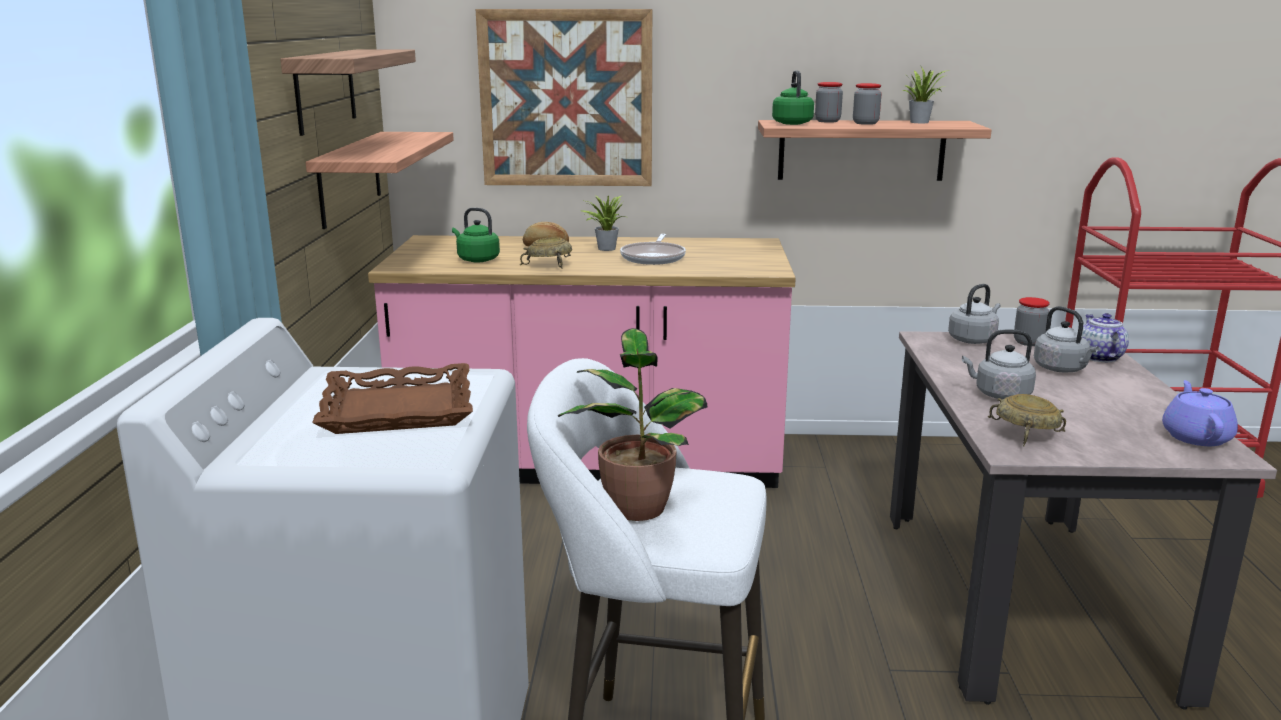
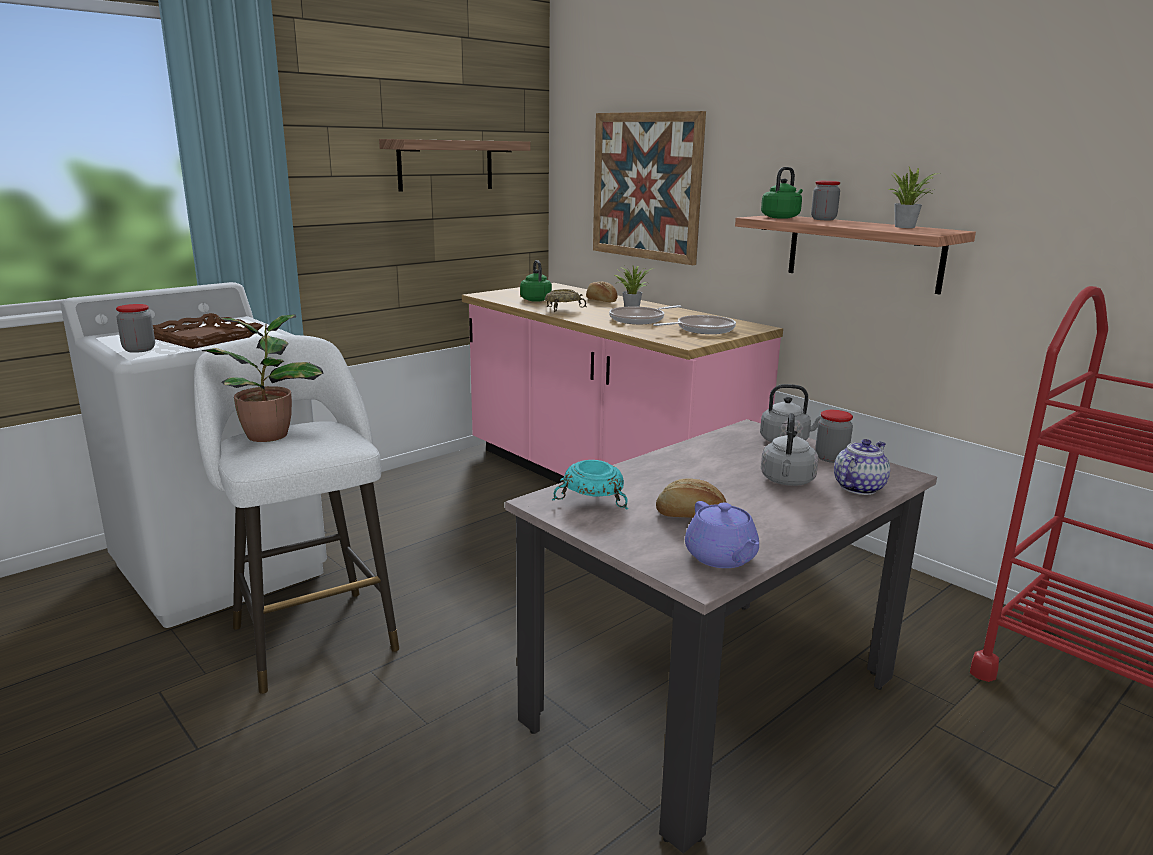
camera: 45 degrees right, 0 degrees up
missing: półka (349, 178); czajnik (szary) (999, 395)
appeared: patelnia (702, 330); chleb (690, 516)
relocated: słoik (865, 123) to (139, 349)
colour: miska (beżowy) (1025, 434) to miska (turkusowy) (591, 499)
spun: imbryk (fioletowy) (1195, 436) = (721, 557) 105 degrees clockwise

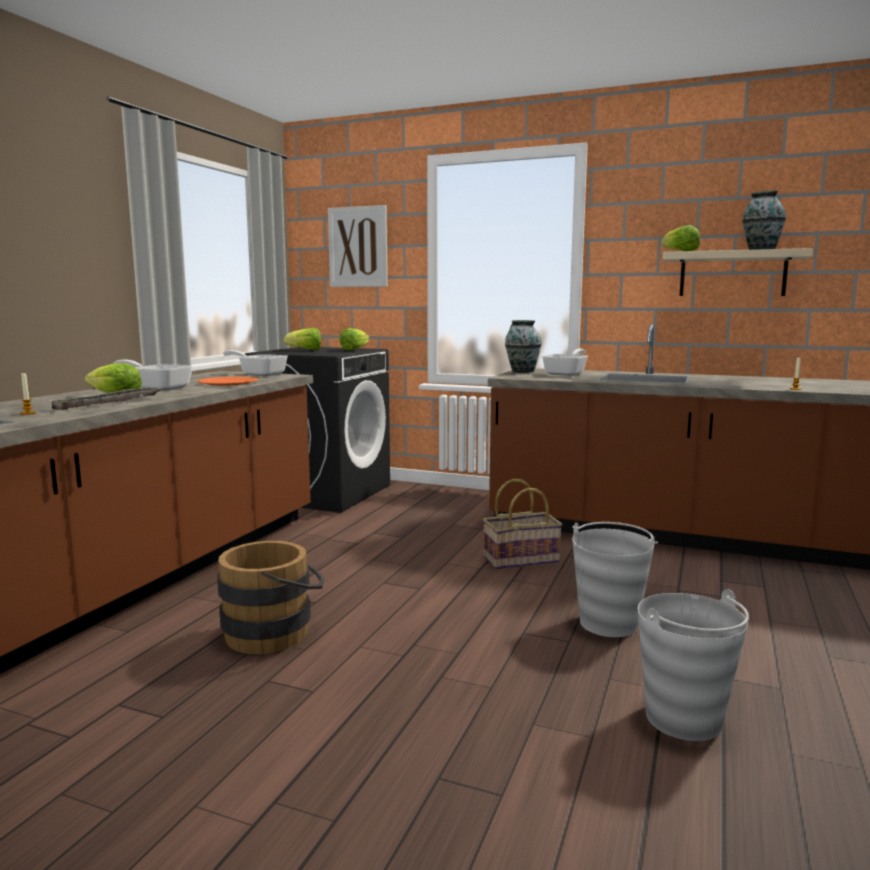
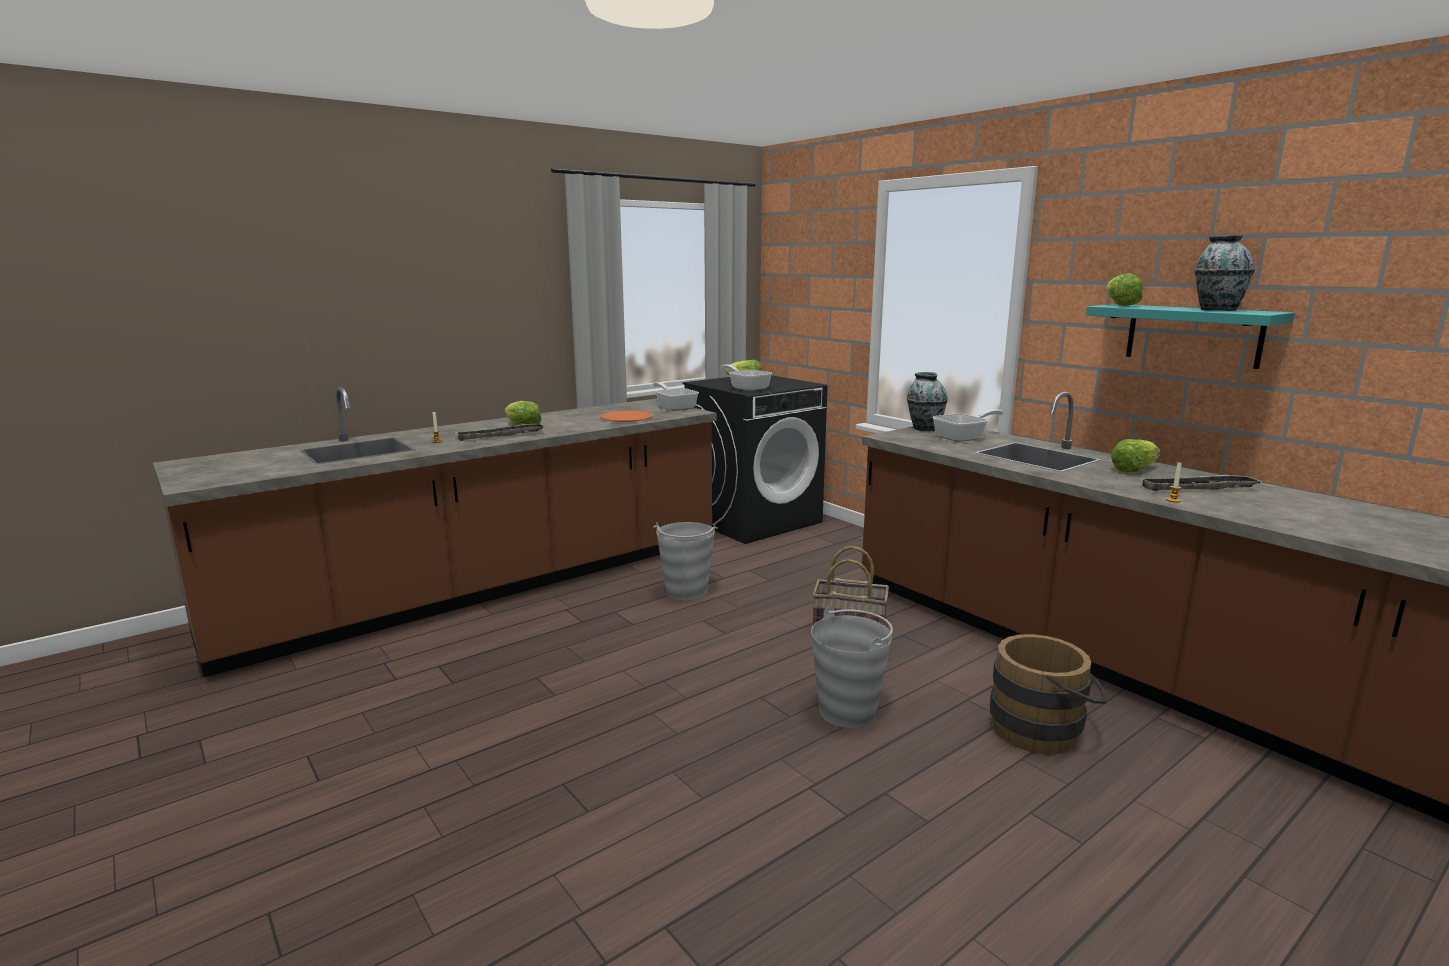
camera: 30 degrees right, 5 degrees up
missing: obraz (358, 247)
appeared: taca (1198, 488)
relocated: sałata (354, 349) to (1133, 470); patelnia (158, 388) to (747, 388); wiadro (brązowy) (275, 632) to (1043, 730); wiadro (szary) (683, 719) to (686, 592)
colour: półka (beżowy) (732, 274) to półka (turkusowy) (1193, 335)

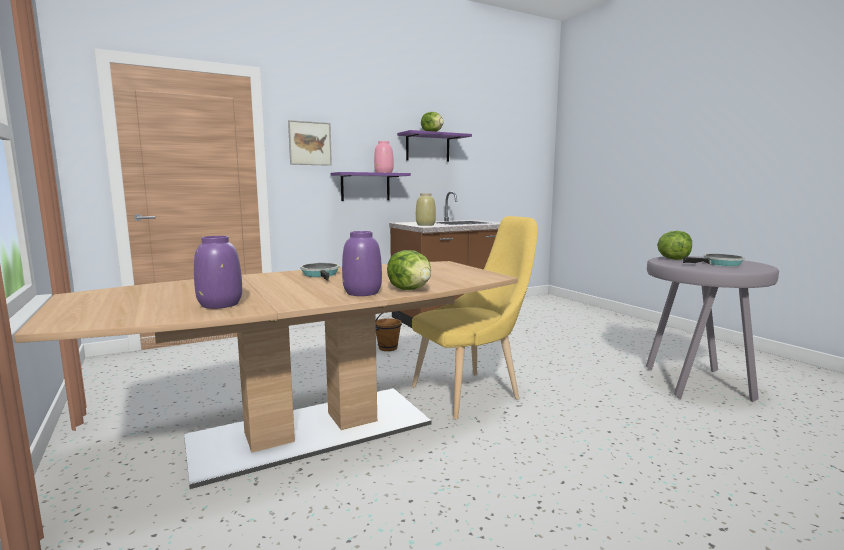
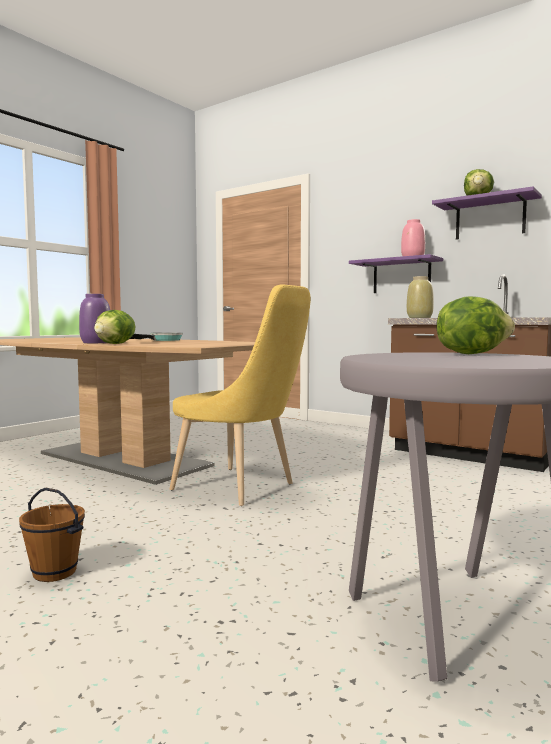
camera: 65 degrees right, 5 degrees down
missing: obraz (310, 143); wazon (fioletowy) (221, 304); patelnia (720, 264)
relocated: wiadro (brązowy) (388, 348) to (54, 573)

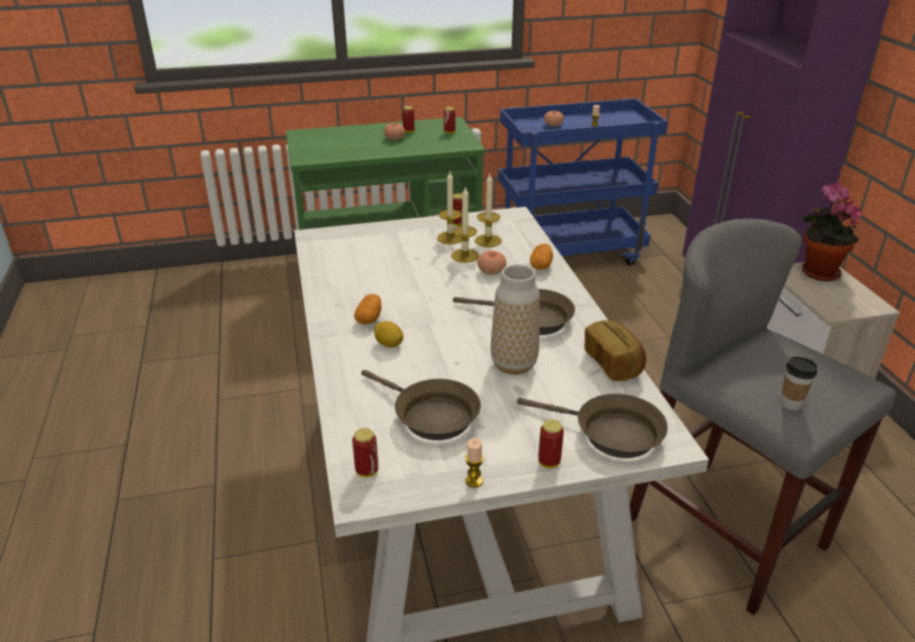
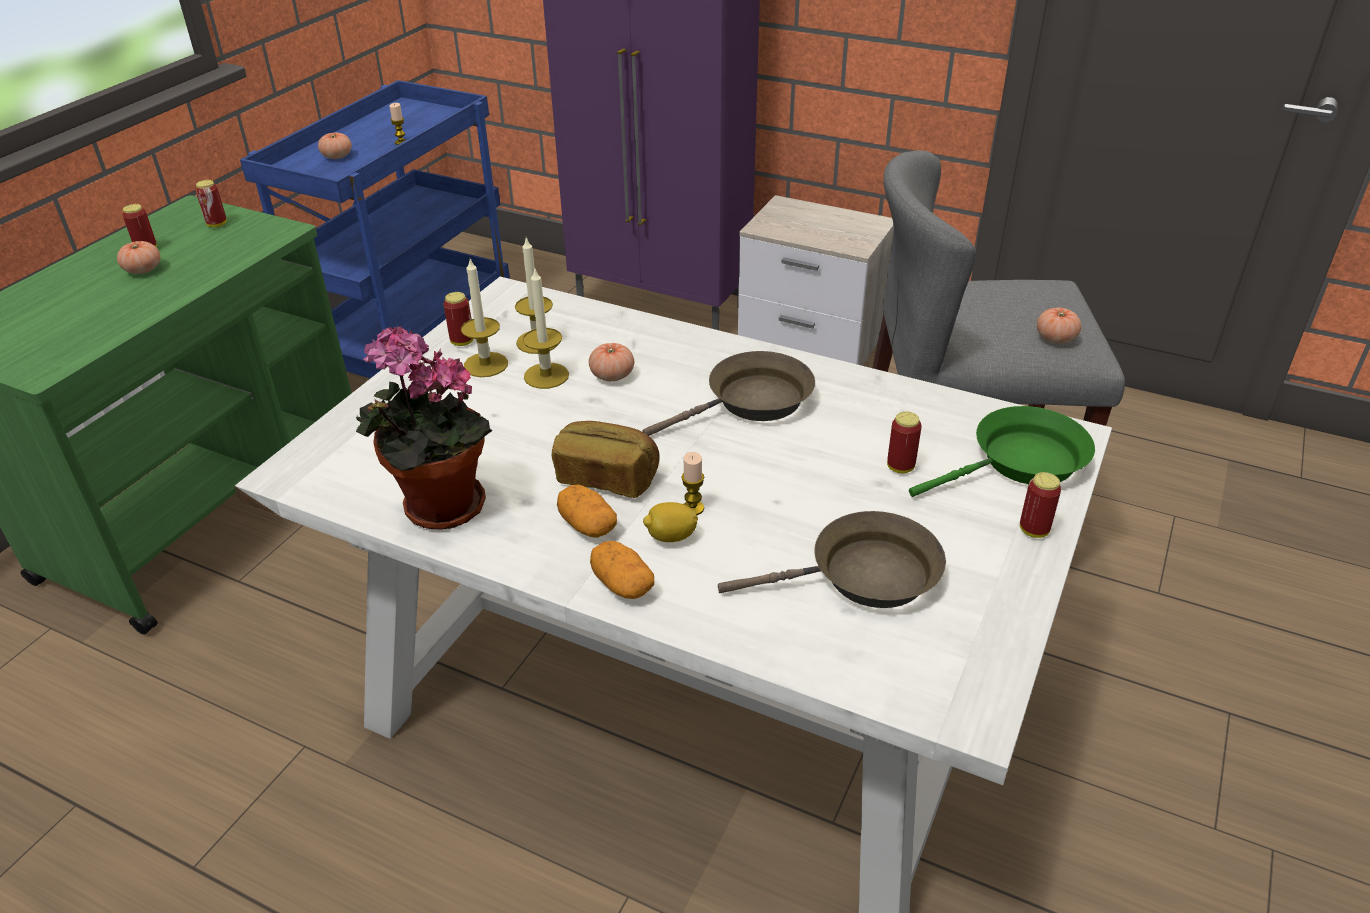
camera: 50 degrees left, 5 degrees up
missing: wazon (513, 365)
relocated: roślina doniczkowa (816, 272) to (437, 509); ziemniak (541, 265) to (622, 584); chleb (613, 364) to (607, 477); puszka (367, 471) to (900, 467); świeca (474, 481) to (693, 508)
exchanged: filiżanka (791, 403) to pomidor (1055, 338)
colour: patelnia (brązowy) (611, 433) to patelnia (zielony) (1021, 462)

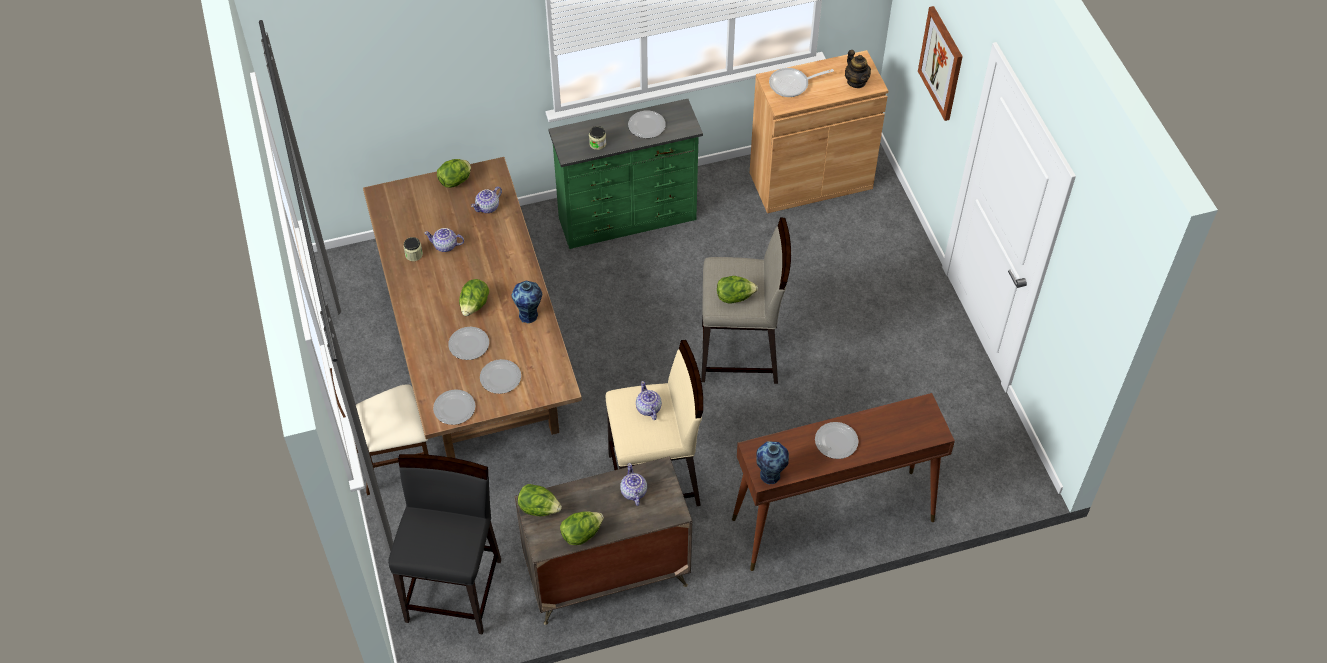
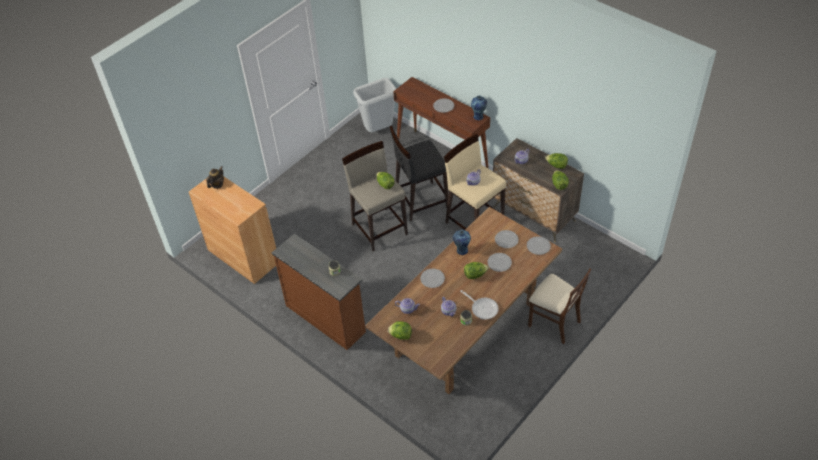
camera: 120 degrees left, 5 degrees down
missing: obraz (941, 63)
appeared: kosz na śmieci (szary) (378, 130)
relocated: patelnia (792, 84) to (482, 308); talerz (647, 125) to (432, 278); stołek (czarny) (455, 589) to (420, 201)
colour: komoda (zielony) (628, 220) to komoda (brązowy) (326, 317)

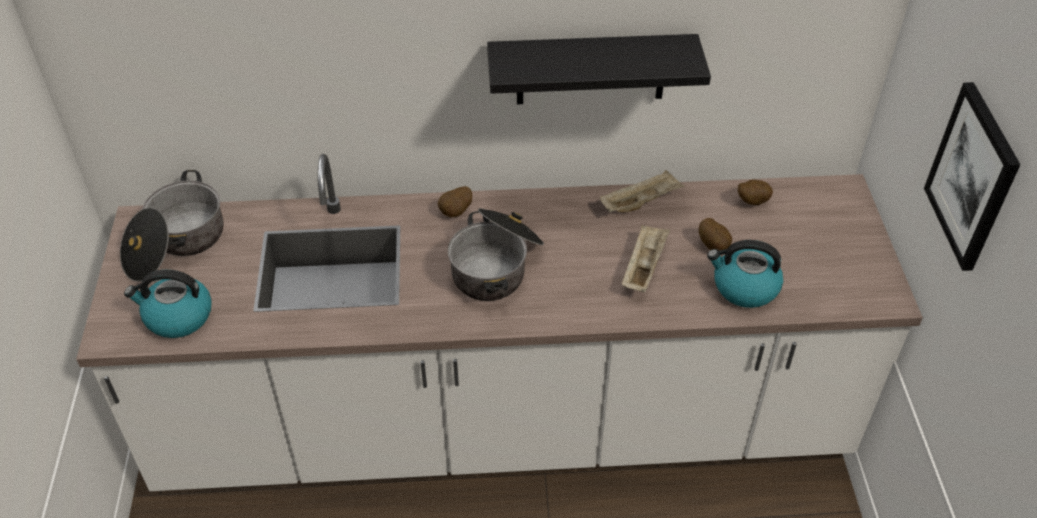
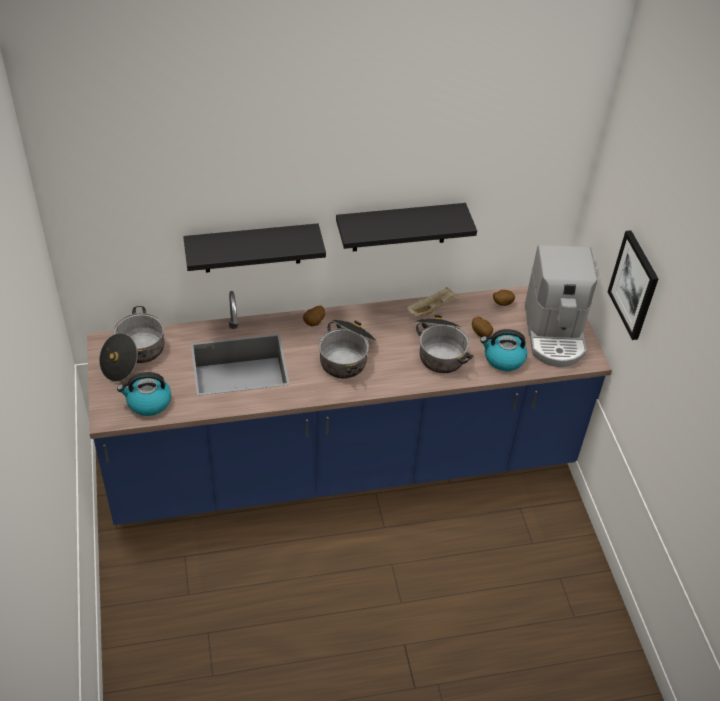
camera: 10 degrees left, 0 degrees up
appeared: półka (czarny) (252, 248); ekspres do kawy (554, 333)
exchanged: taca (beżowy) (643, 267) to garnek (439, 350)
colour: zabudowa kuchenna (biały) (518, 422) to zabudowa kuchenna (niebieski) (353, 461)

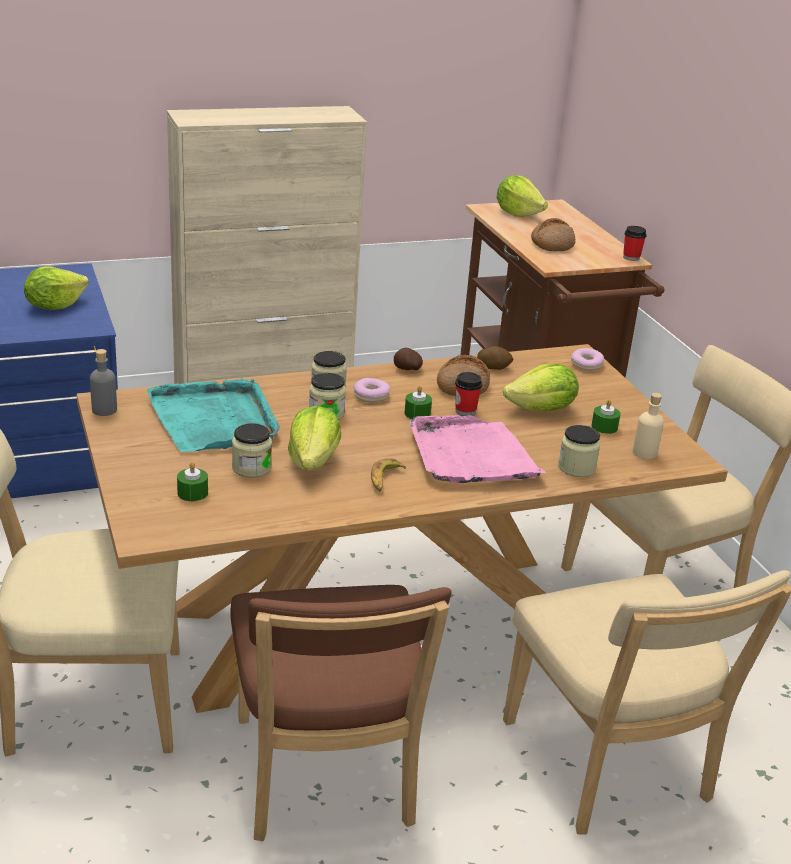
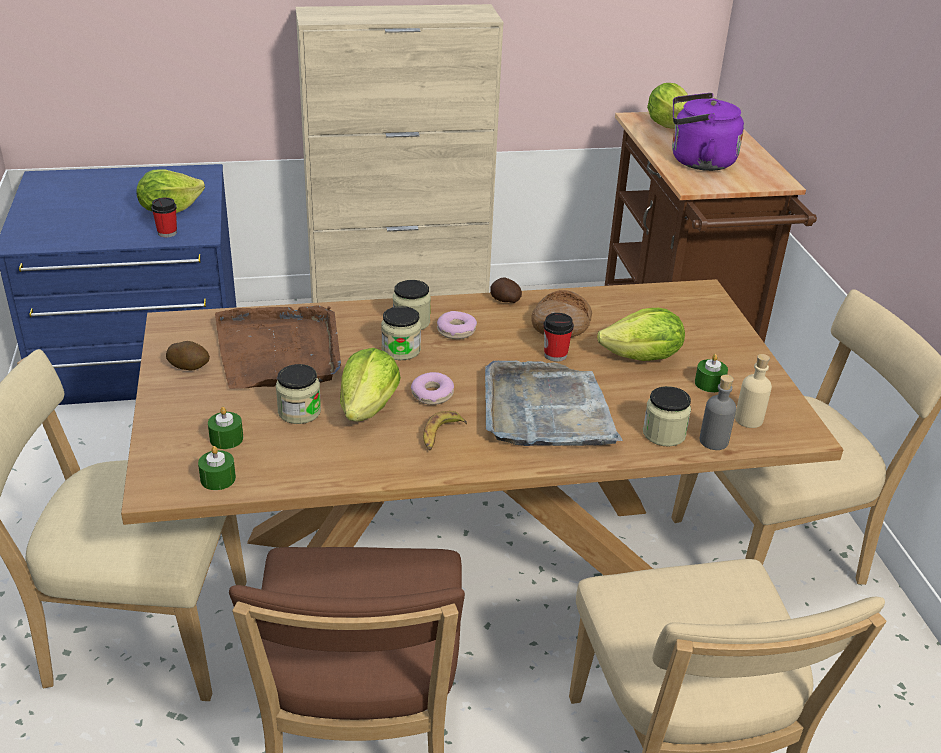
camera: 10 degrees right, 5 degrees up
relocated: filiżanka (631, 257) to (167, 233); ziemniak (493, 367) to (189, 366); donut (586, 364) to (432, 394); butelka (szary) (104, 410) to (713, 441); świeca (zielony) (417, 413) to (218, 479)
exchanged: chleb (552, 244) to czajnik (fioletowy) (697, 162)
colour: taca (turkusowy) (215, 420) to taca (brązowy) (279, 351); taca (różowy) (471, 455) to taca (szary) (546, 411)

